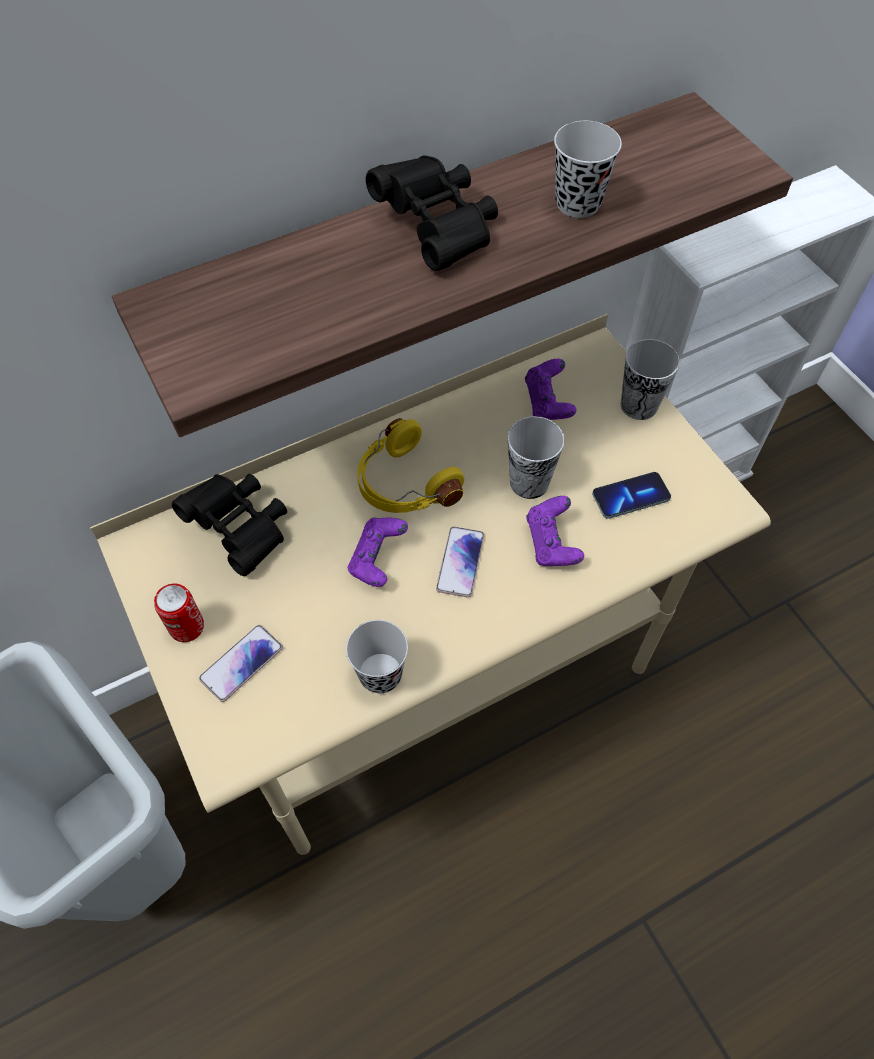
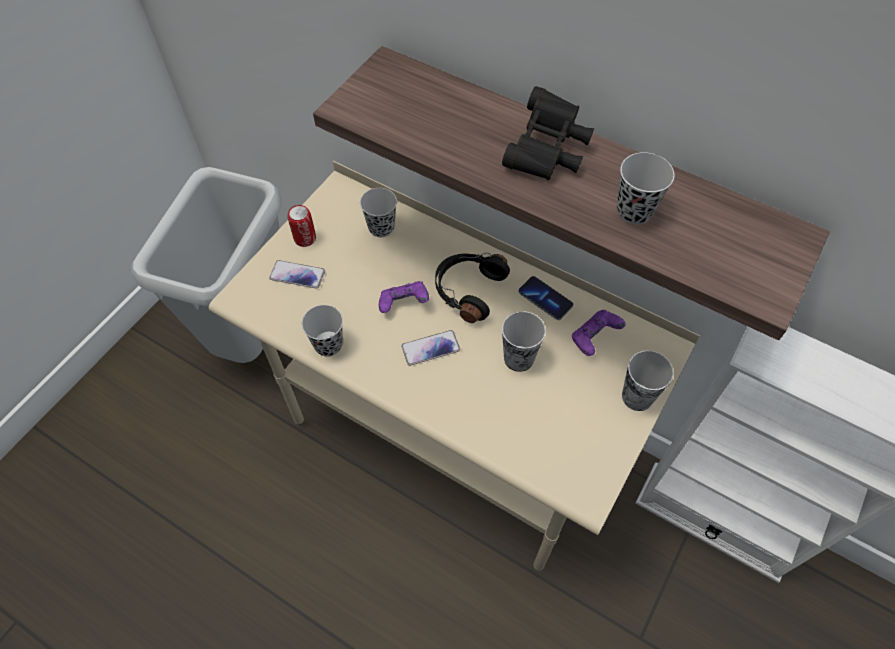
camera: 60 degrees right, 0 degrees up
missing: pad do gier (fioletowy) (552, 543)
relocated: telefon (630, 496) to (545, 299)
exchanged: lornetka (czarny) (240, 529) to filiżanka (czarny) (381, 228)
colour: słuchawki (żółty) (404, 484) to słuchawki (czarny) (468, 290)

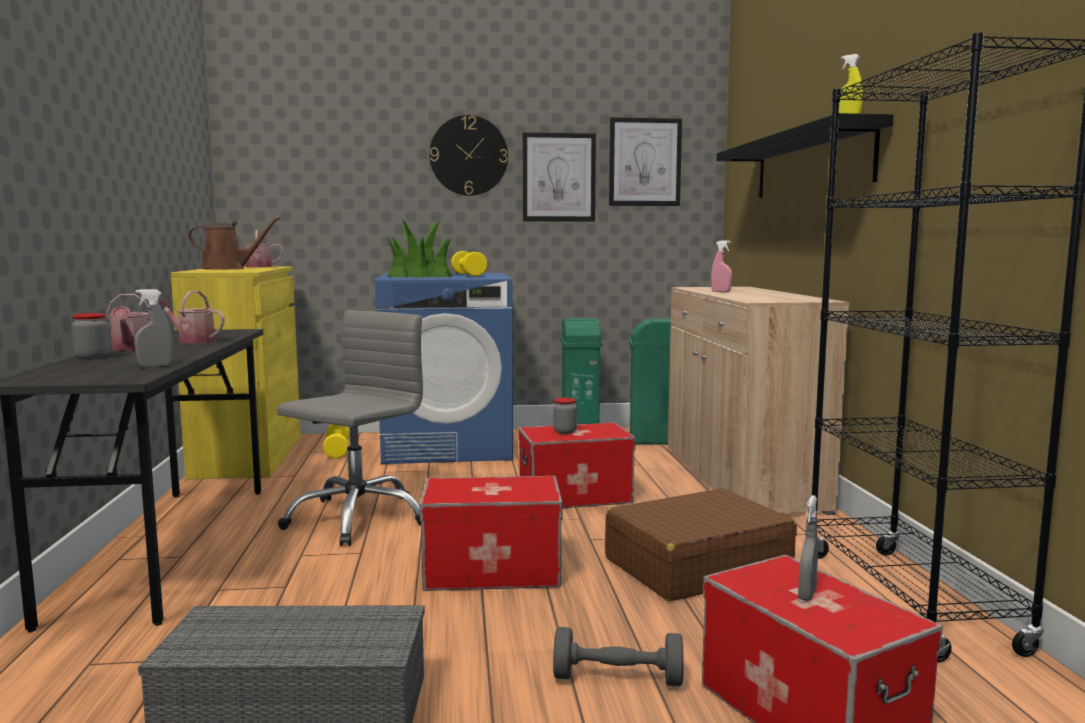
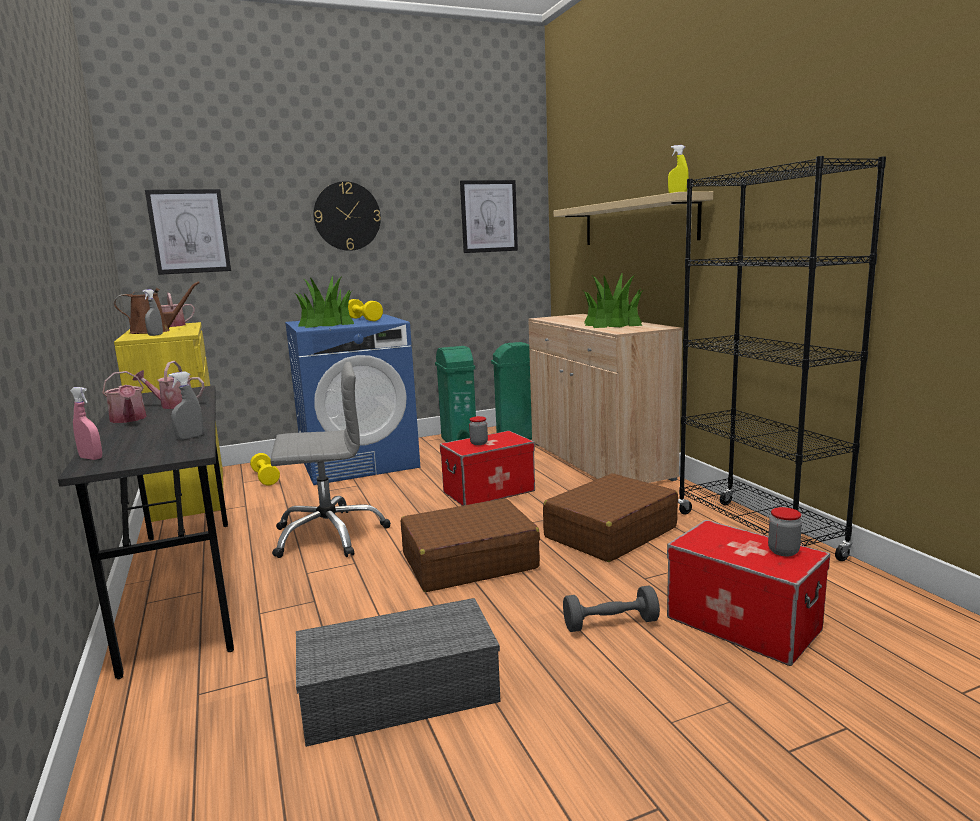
camera: 15 degrees left, 5 degrees up
appeared: roślina doniczkowa (613, 324)
relocated: obraz (558, 177) to (189, 231); spryskiwacz (różowy) (721, 292) to (91, 458); słoik (92, 358) to (783, 551); spryskiwacz (szary) (807, 594) to (155, 335)
exchanged: pojemnik do przechowywania (491, 572) to walizka (brązowy) (468, 561)
colour: półka (czarny) (811, 164) to półka (beżowy) (637, 222)
spun: krzesło biurowe (szary) (356, 518) = (329, 534) 60 degrees clockwise

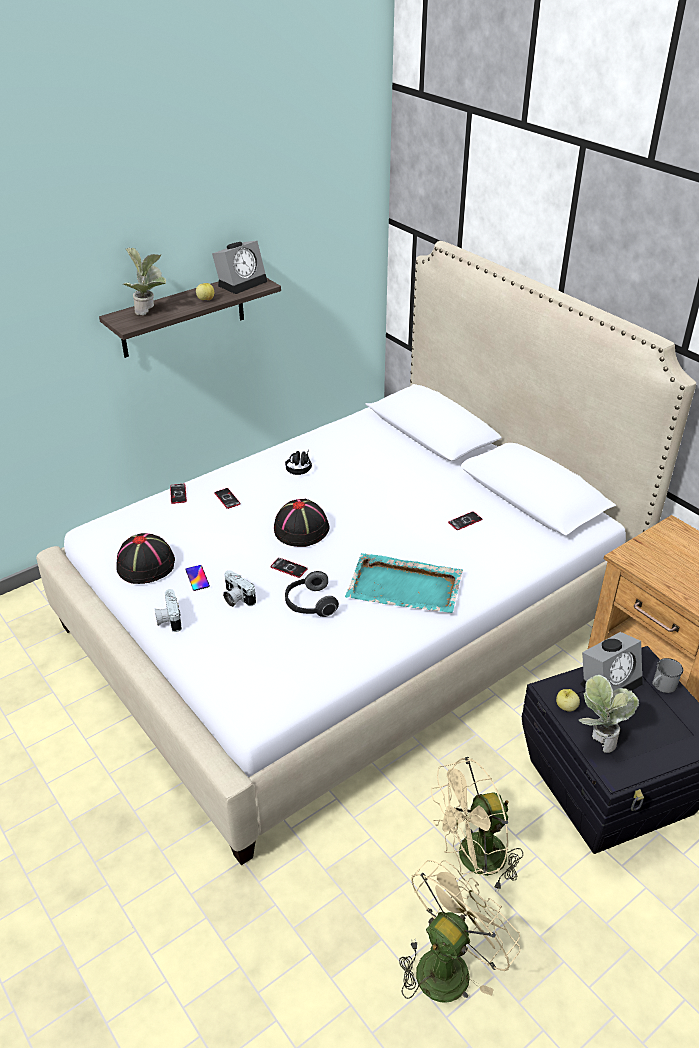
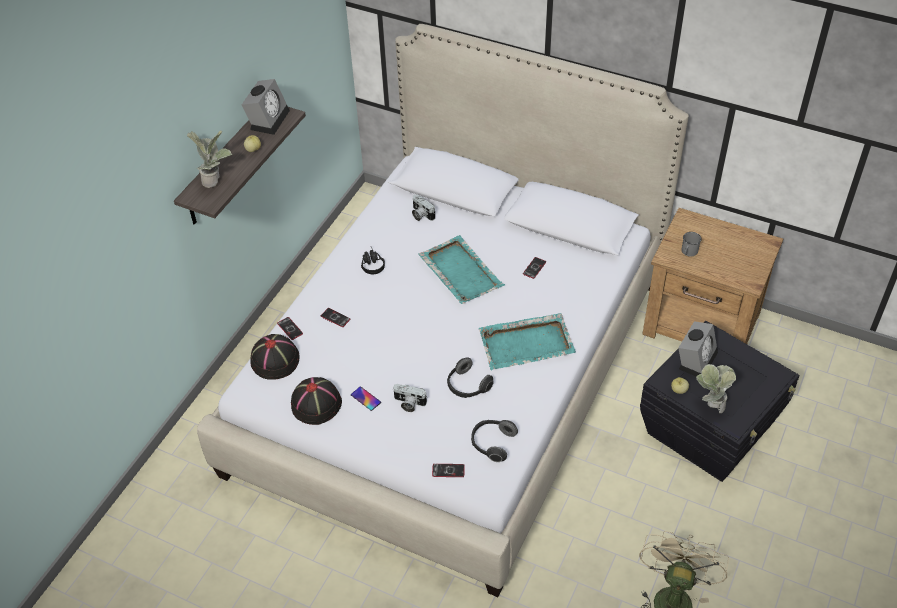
camera: 25 degrees left, 10 degrees up
missing: wentylator (beżowy) (473, 860)
appeared: taca (turkusowy) (460, 271); słuchawki (492, 444)
relocated: kapelusz (czarny) (301, 529) to (275, 360); telefon (289, 568) to (448, 471); aparat fotograficzny (168, 619) to (421, 214); kubek (szary) (661, 686) to (688, 252)

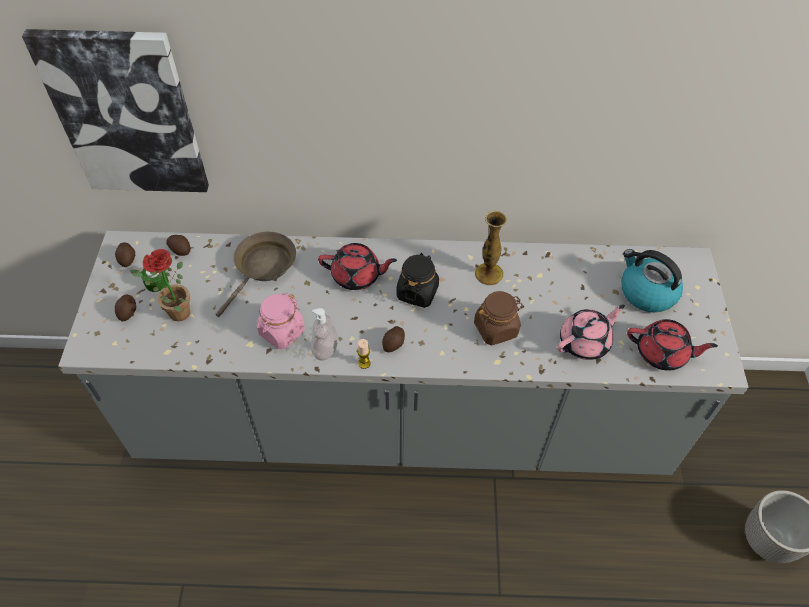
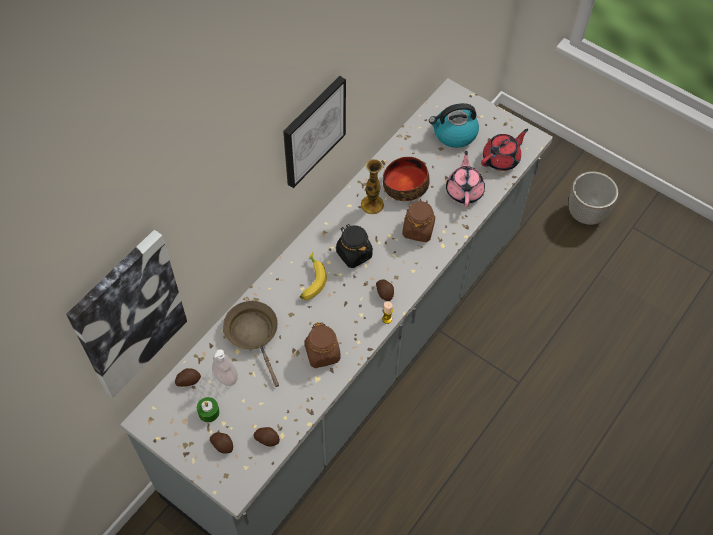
camera: 55 degrees left, 5 degrees up
missing: roślina doniczkowa (174, 313)
appeared: obraz (313, 131); miska (405, 185)
relocated: ziemniak (127, 259) to (267, 439); dozownik mydła (325, 349) to (226, 376)
exchanged: imbryk (czerwony) (357, 276) to banan (310, 280)
colour: słoik (różowy) (282, 332) to słoik (brązowy) (322, 353)

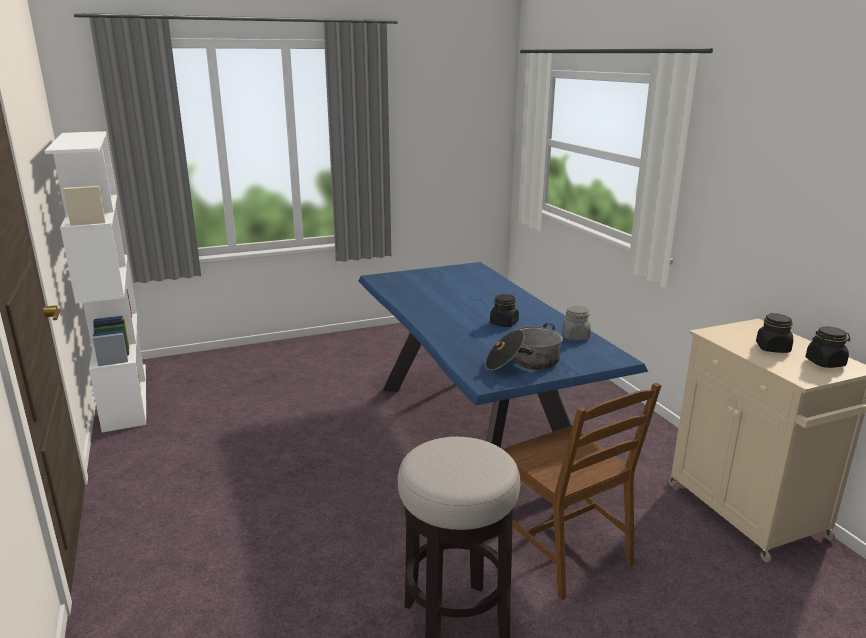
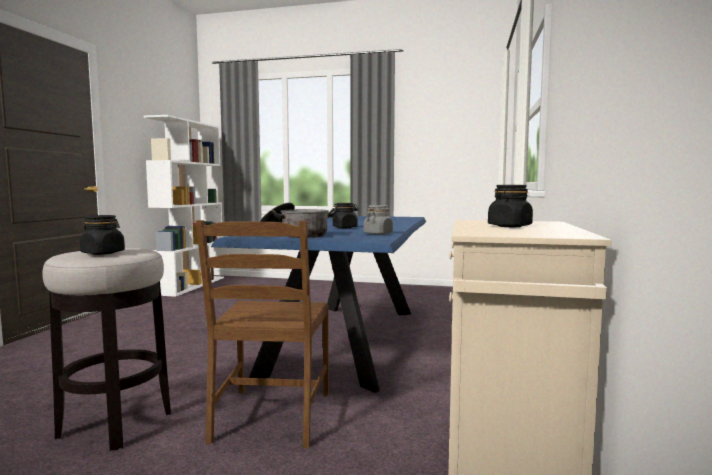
camera: 35 degrees right, 15 degrees down
relocated: słoik (czarny) (825, 363) to (103, 253)

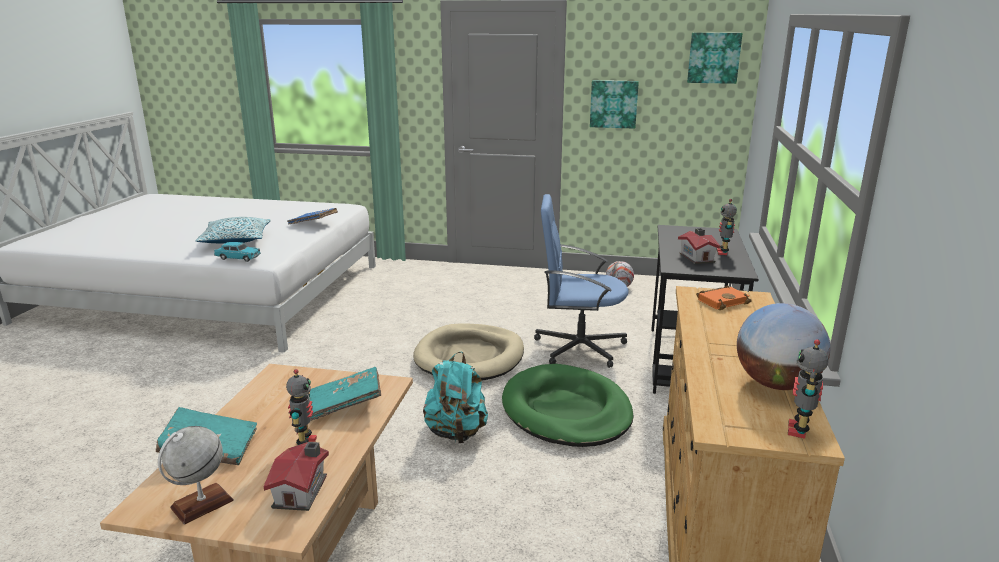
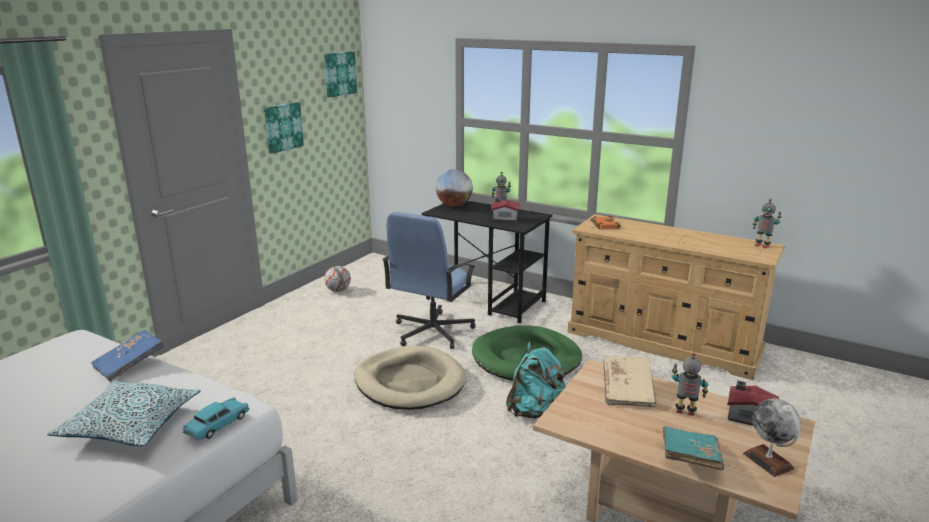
camera: 70 degrees left, 0 degrees up
relocated: globus (776, 384) to (454, 205)
colour: książka (turkusowy) (345, 405) to książka (beżowy) (627, 390)

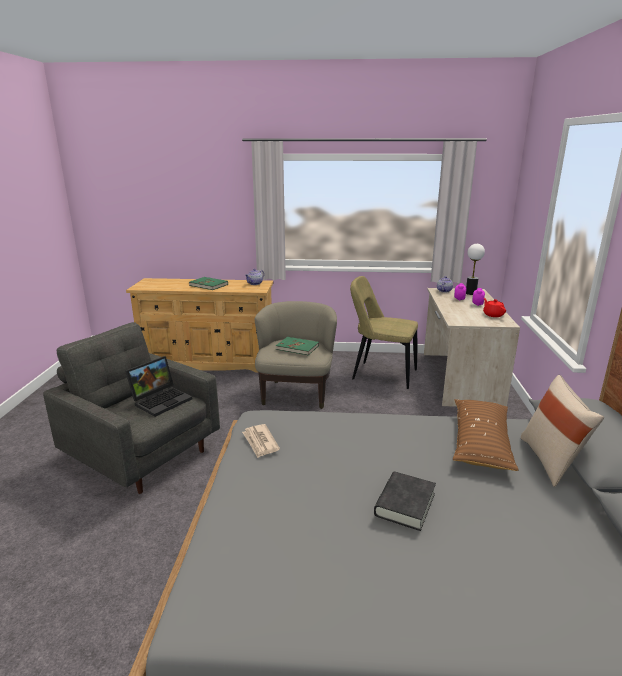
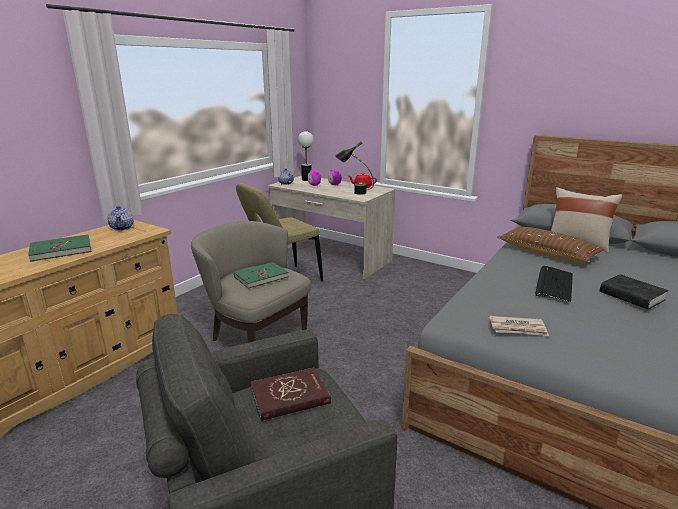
camera: 60 degrees left, 0 degrees up
appeared: lampa stołowa (czarny) (354, 193); klawiatura (554, 284)
exchanged: laptop (161, 400) to książka (czerwony) (290, 396)

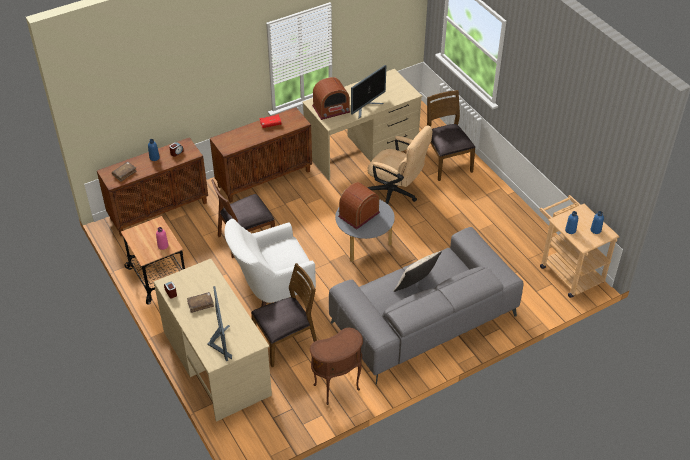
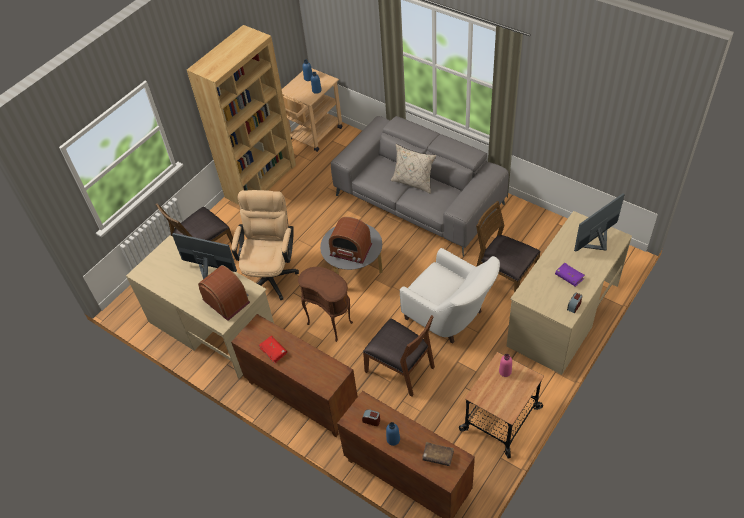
camera: 110 degrees left, 5 degrees up
appeared: regał (brązowy) (261, 181)
relocated: stolik (brązowy) (337, 388) to (331, 323)
colour: książka (brązowy) (200, 304) to książka (fioletowy) (569, 277)

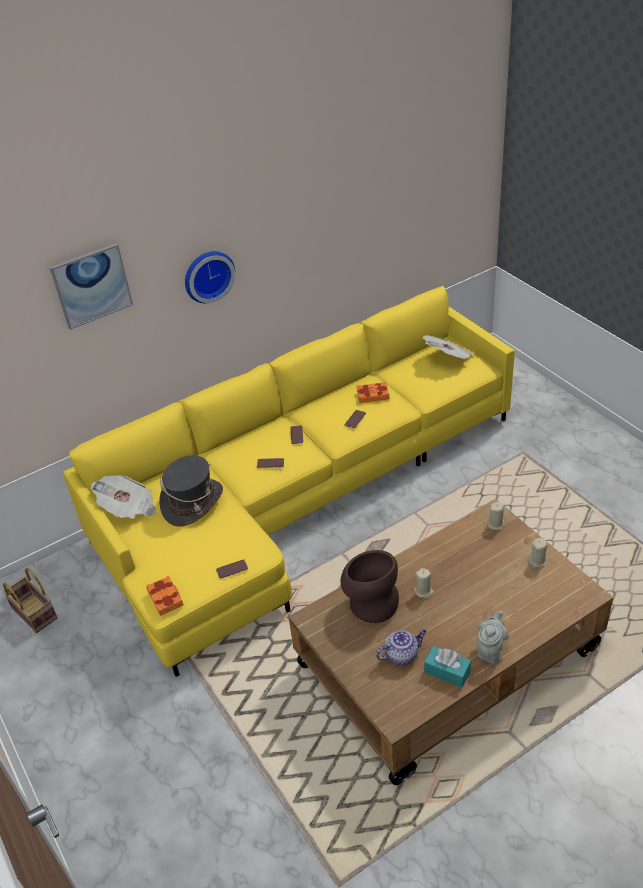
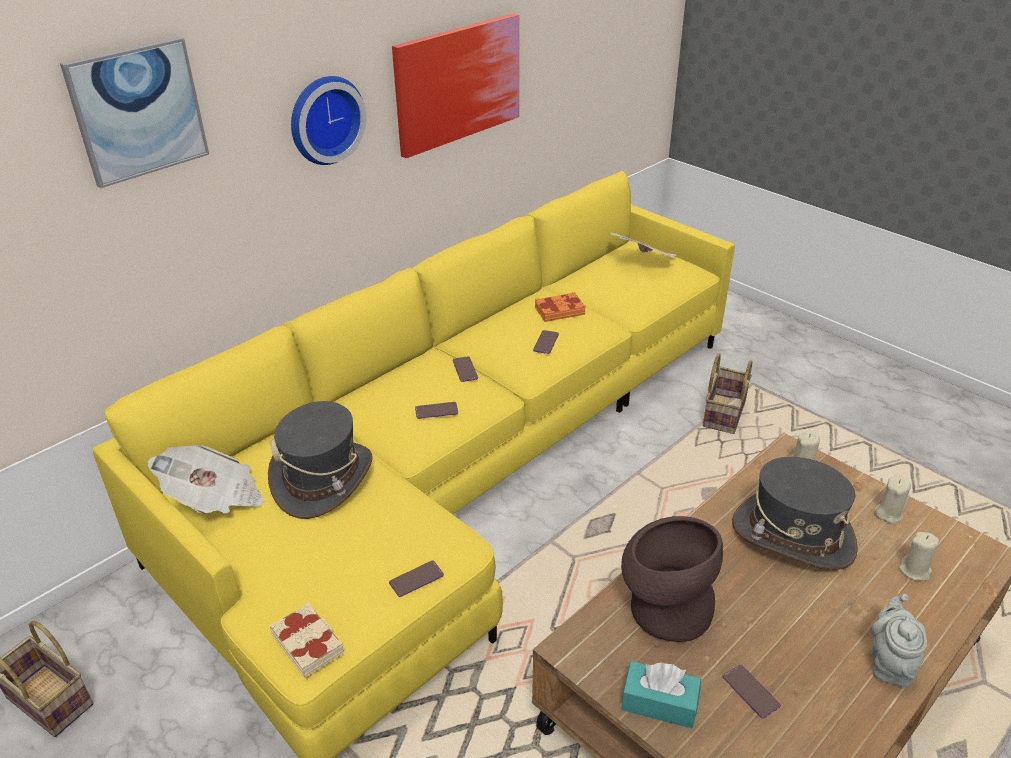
camera: 15 degrees left, 5 degrees down
appeared: obraz (457, 83); koszyk (723, 413); kapelusz (szary) (792, 536)
relocated: świeca (beżowy) (423, 591) to (914, 570); pudełko chusteczek (turkusowy) (447, 671) to (659, 703)
exchanged: imbryk (402, 654) to telefon (750, 691)
colour: książka (pomarańczowy) (165, 598) to książka (beżowy) (308, 643)

